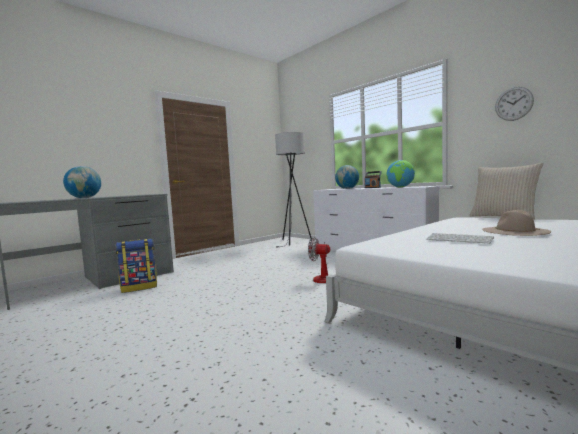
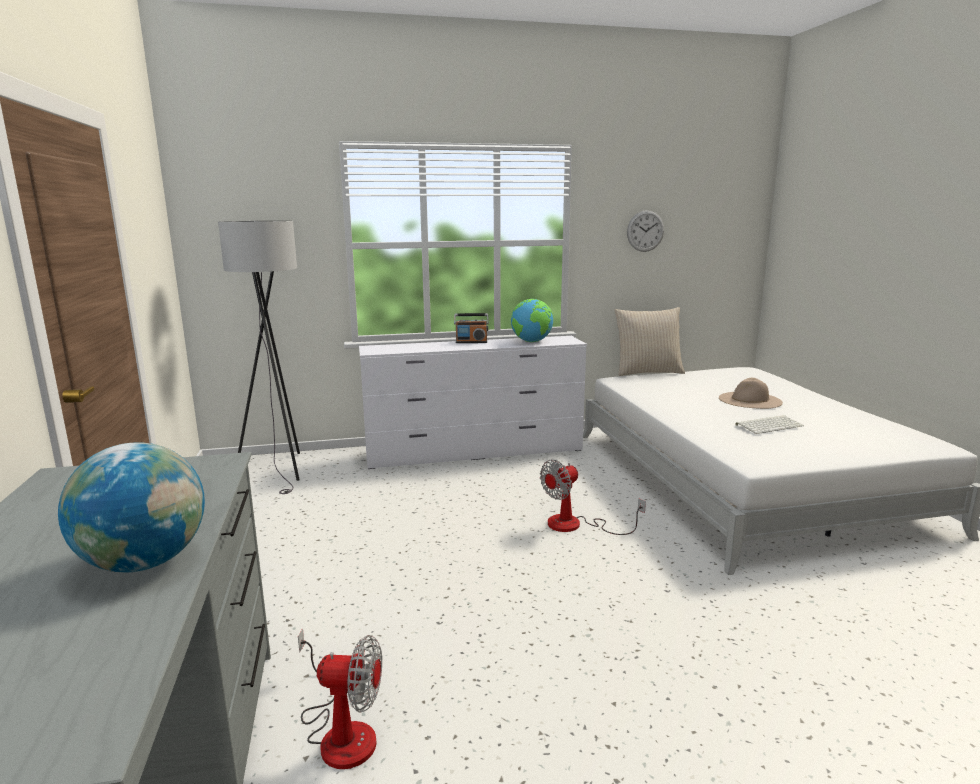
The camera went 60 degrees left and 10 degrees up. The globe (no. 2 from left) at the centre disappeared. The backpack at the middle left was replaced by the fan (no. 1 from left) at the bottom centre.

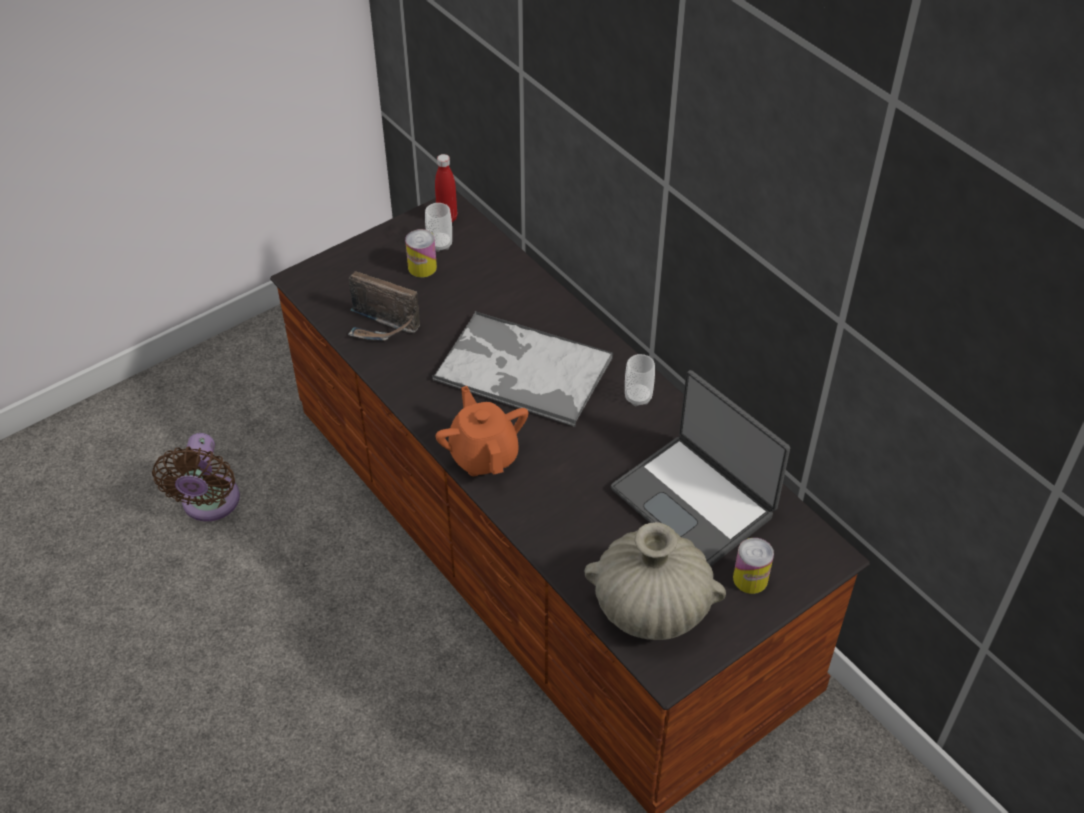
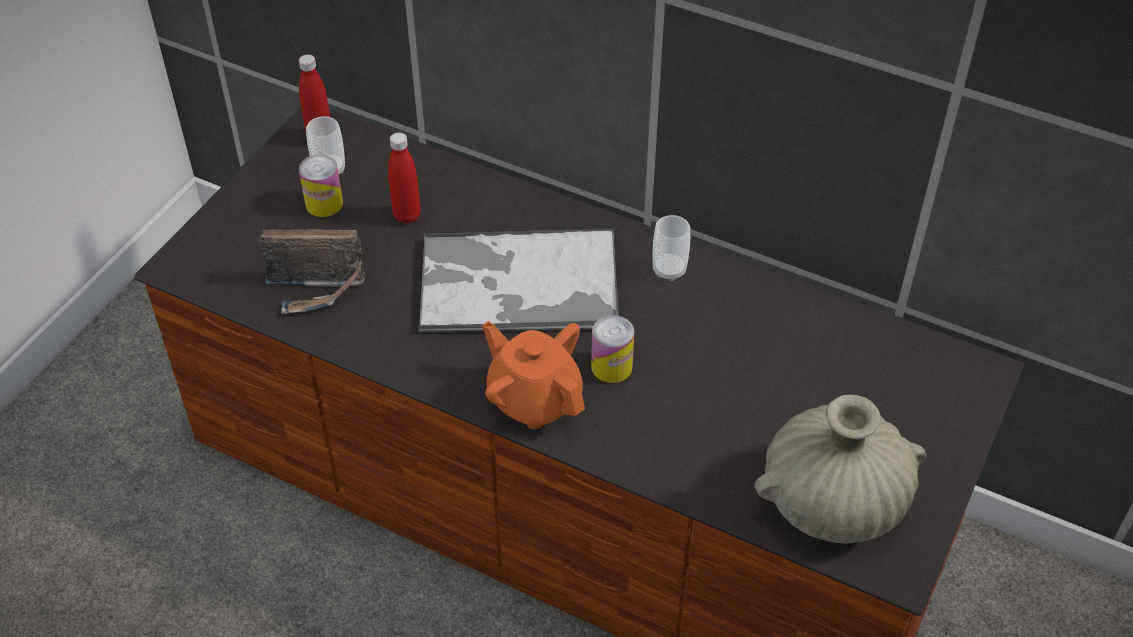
The camera went 25 degrees left and 0 degrees up. The laptop at the centre disappeared. The brown fan at the middle left disappeared. The can (no. 2 from left) moved from the bottom right to the centre. The red bottle (no. 2 from left) at the top centre appeared.

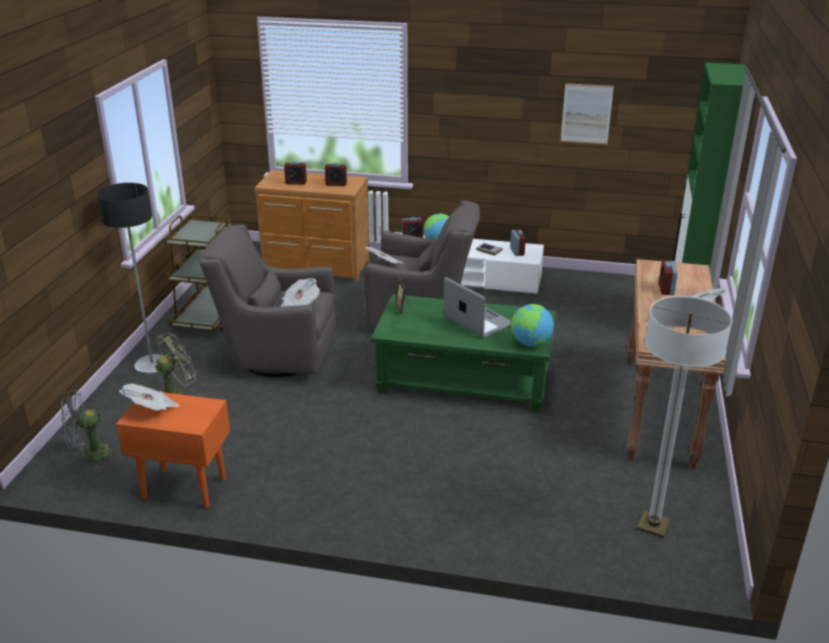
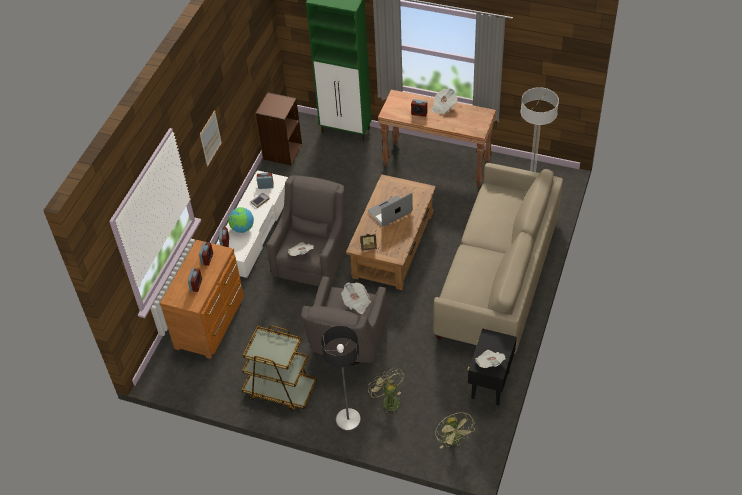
The camera went 80 degrees left and 20 degrees up. The picture moved from the top right to the top left. The green coffee table at the centre became the brown coffee table at the centre. The globe (no. 2 from left) at the centre disappeared. The grey fan at the middle left became the green fan (no. 2 from left) at the bottom centre. The orange side table at the bottom left became the black side table at the bottom centre. The brown bookcase at the top centre appeared. The beige sofa at the middle right appeared.

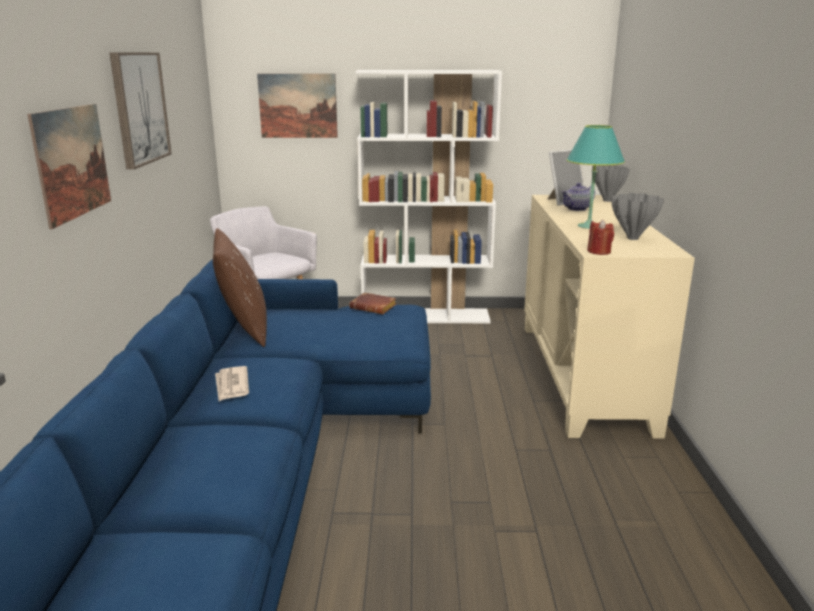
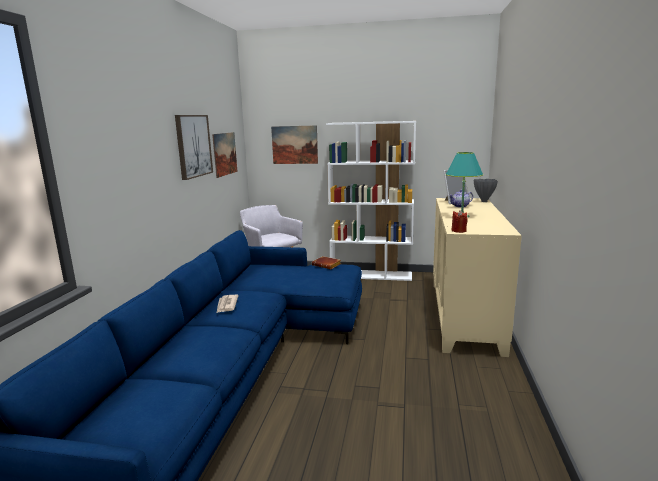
The camera went 10 degrees right and 5 degrees down. The picture (no. 1 from left in the first image) moved from the top left to the top centre. The grey vase (no. 2 from left) at the middle right disappeared. The brown pillow at the middle left disappeared.

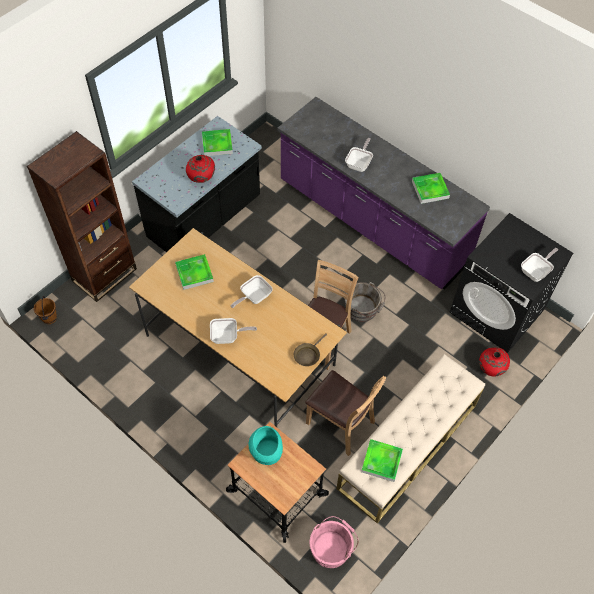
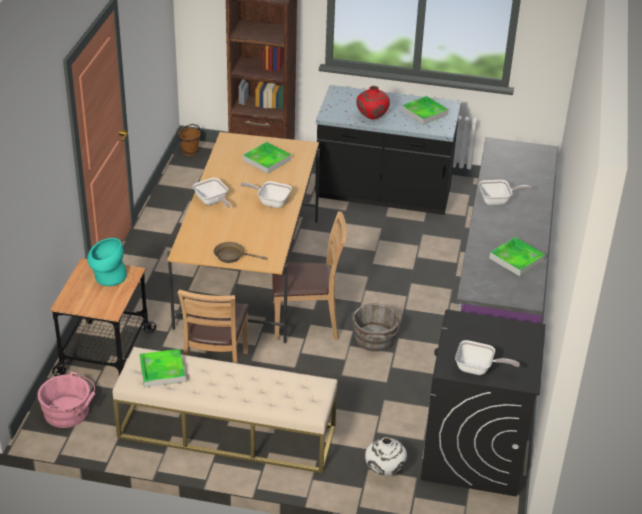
The camera went 60 degrees right and 20 degrees down. The red vase (no. 2 from left) at the middle right became the white vase at the bottom centre.

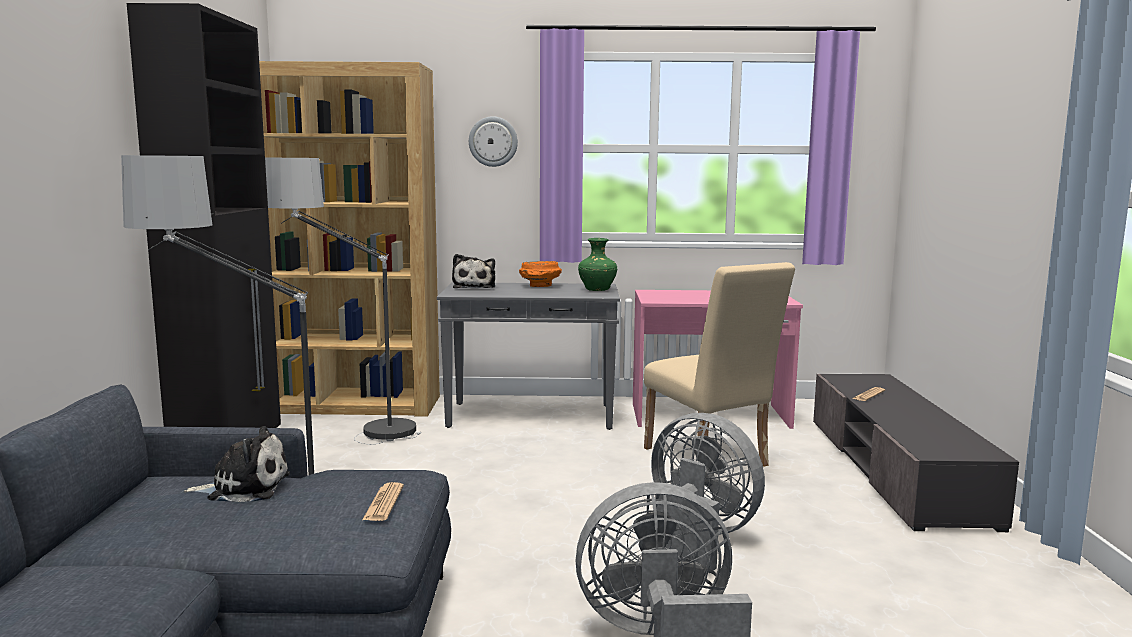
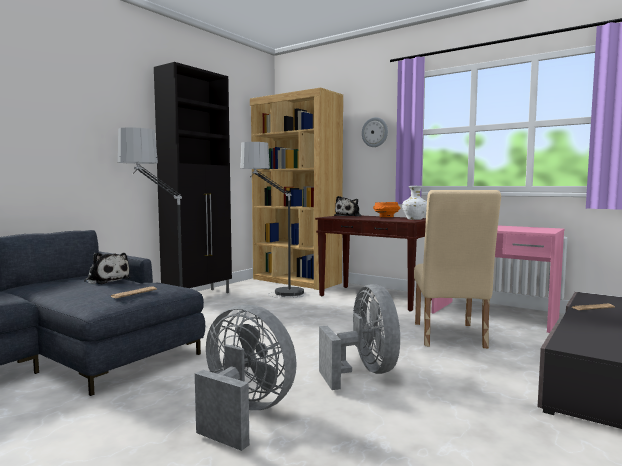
The camera went 35 degrees right and 5 degrees down. The green vase at the centre became the white vase at the centre. The grey console table at the centre became the brown console table at the centre.

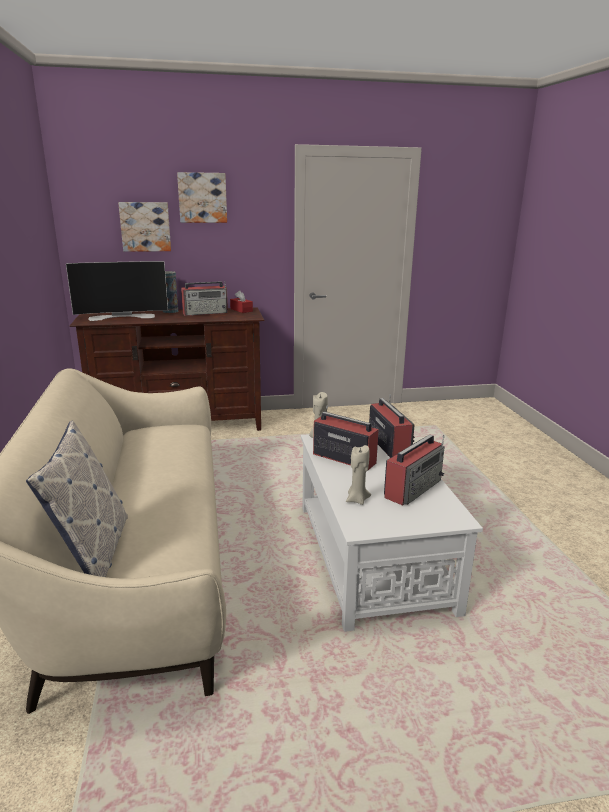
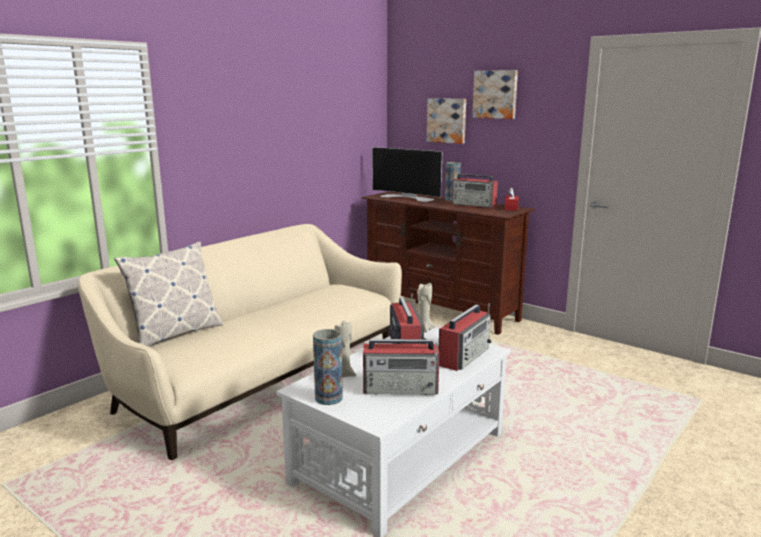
The camera went 50 degrees right and 5 degrees down. The vase (no. 1 from left) at the bottom centre appeared.

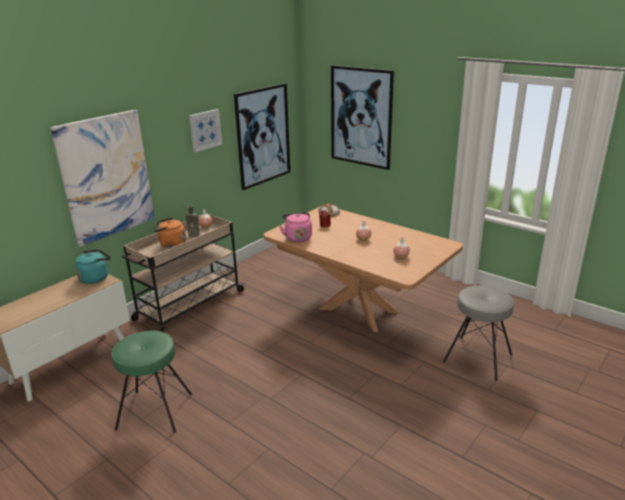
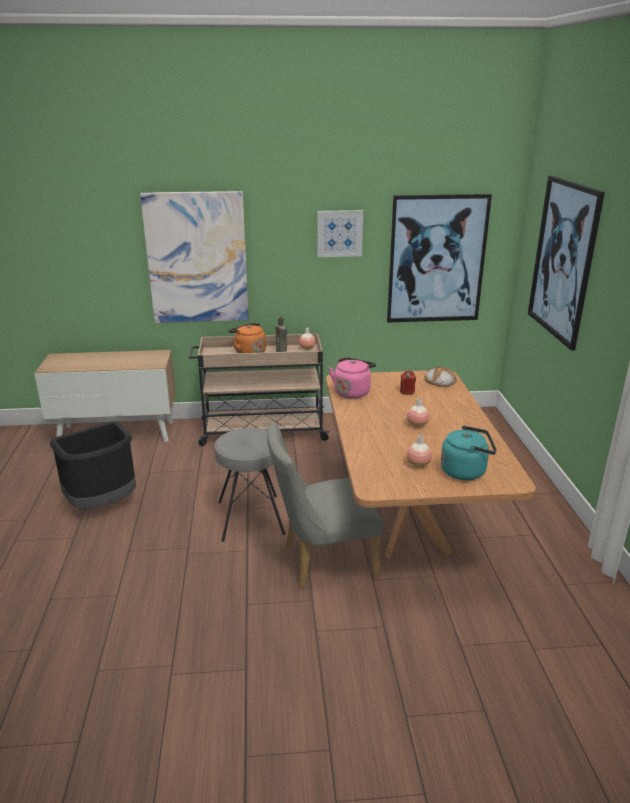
The camera went 45 degrees right and 0 degrees up. The turquoise kettle moved from the middle left to the middle right. The grey stool moved from the middle right to the centre. The green stool at the bottom left was replaced by the black trash can at the middle left. The grey chair at the centre appeared.

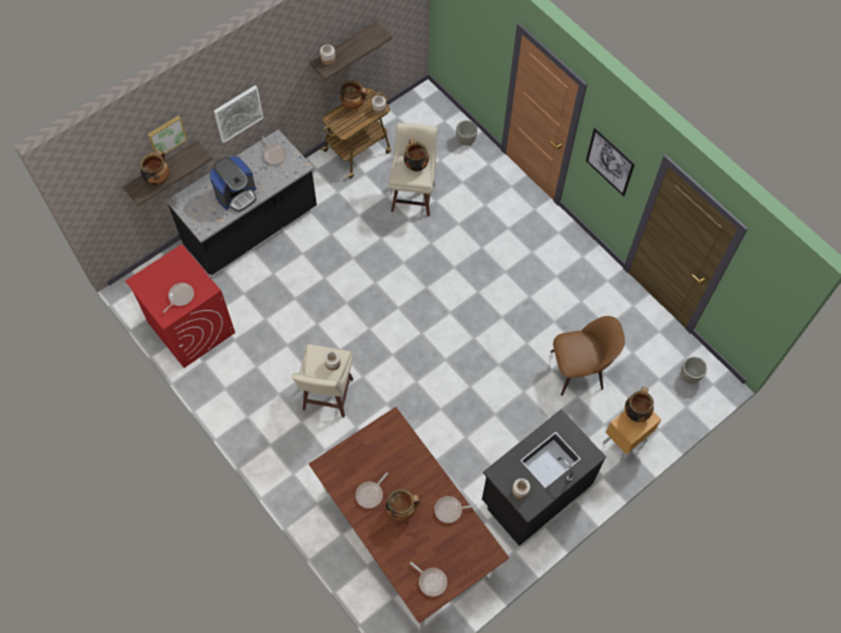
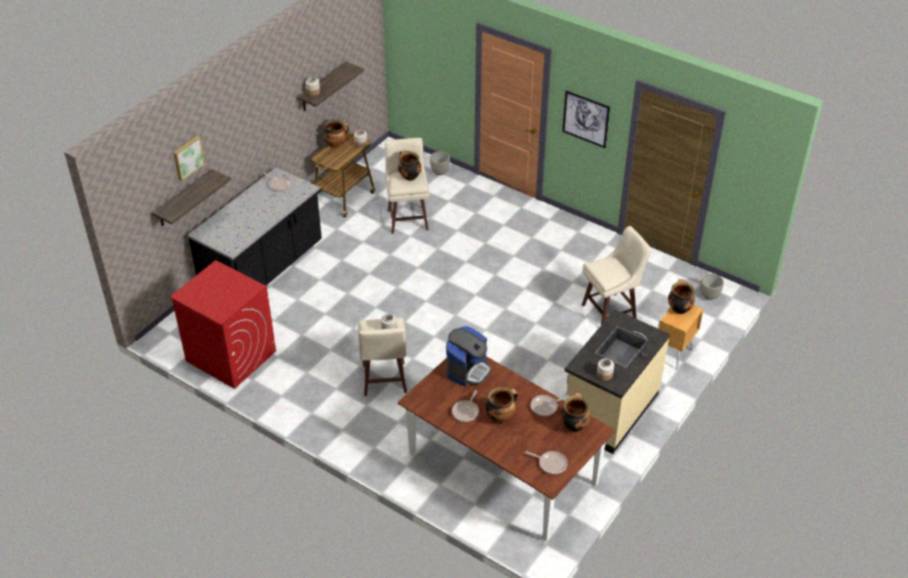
The camera went 15 degrees left and 20 degrees down. The picture (no. 2 from left) at the top left disappeared. The cooking pot (no. 1 from left in the first image) moved from the top left to the bottom centre. The coffee machine moved from the top left to the centre. The frying pan (no. 1 from left) at the middle left disappeared. The brown chair at the middle right was replaced by the beige stool (no. 3 from left) at the middle right. The black counter (no. 2 from left) at the bottom centre became the beige counter at the middle right.

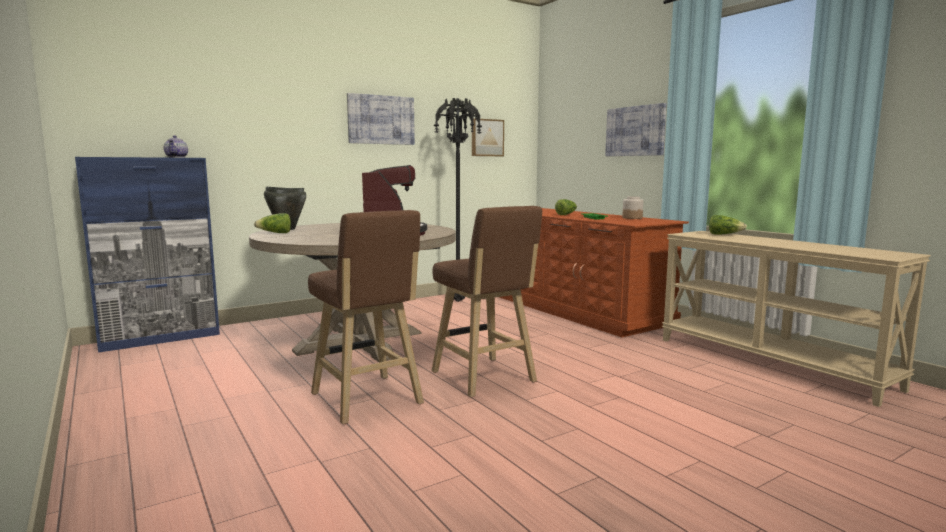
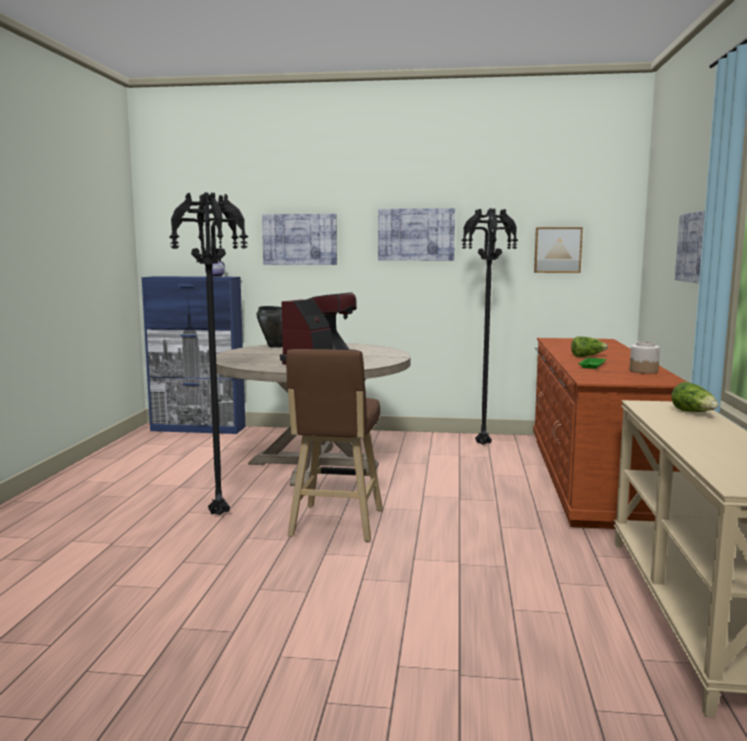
The camera went 40 degrees right and 0 degrees up. The brown stool (no. 1 from left) at the centre was replaced by the black floor lamp (no. 1 from left) at the middle left. The lettuce (no. 1 from left) at the middle left disappeared. The picture (no. 1 from left) at the top centre appeared.

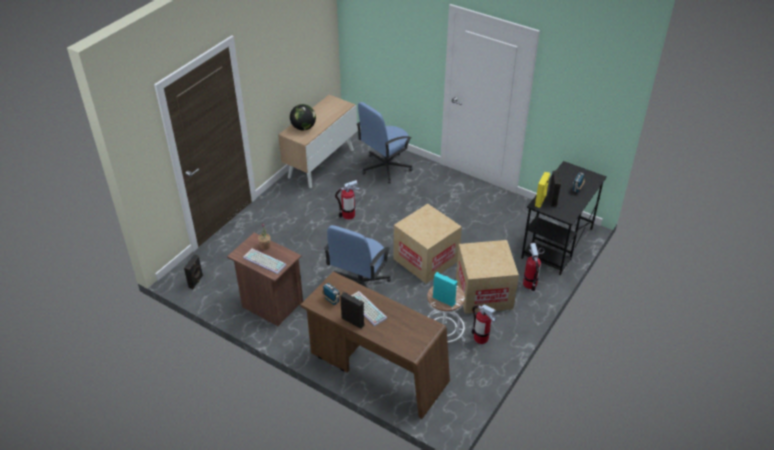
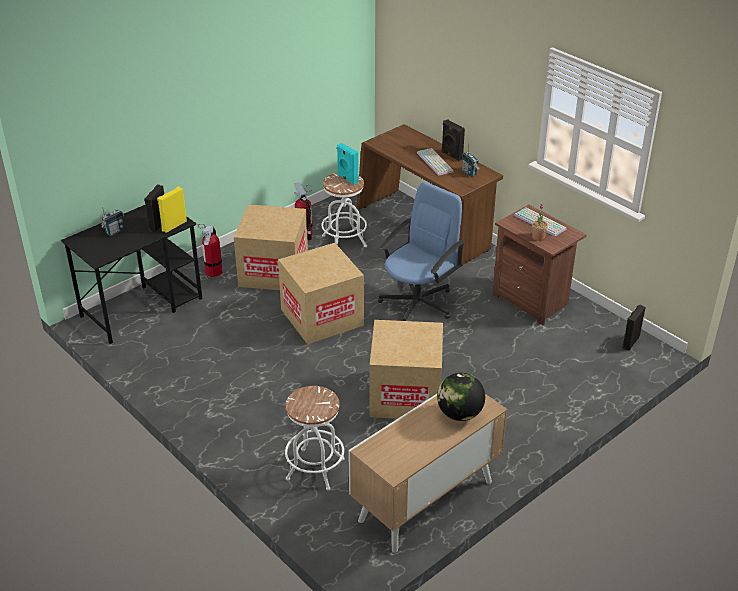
The camera went 165 degrees left and 5 degrees down. The blue office chair (no. 2 from left) at the top centre was replaced by the white stool (no. 1 from left) at the bottom centre. The fire extinguisher (no. 1 from left) at the centre was replaced by the cardboard box (no. 3 from left) at the centre.

